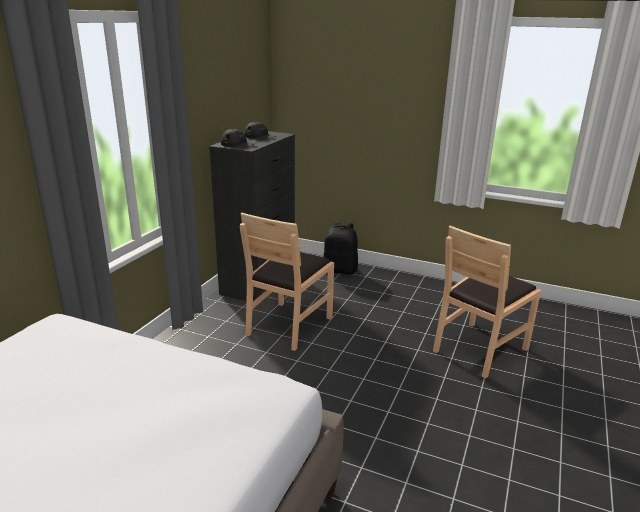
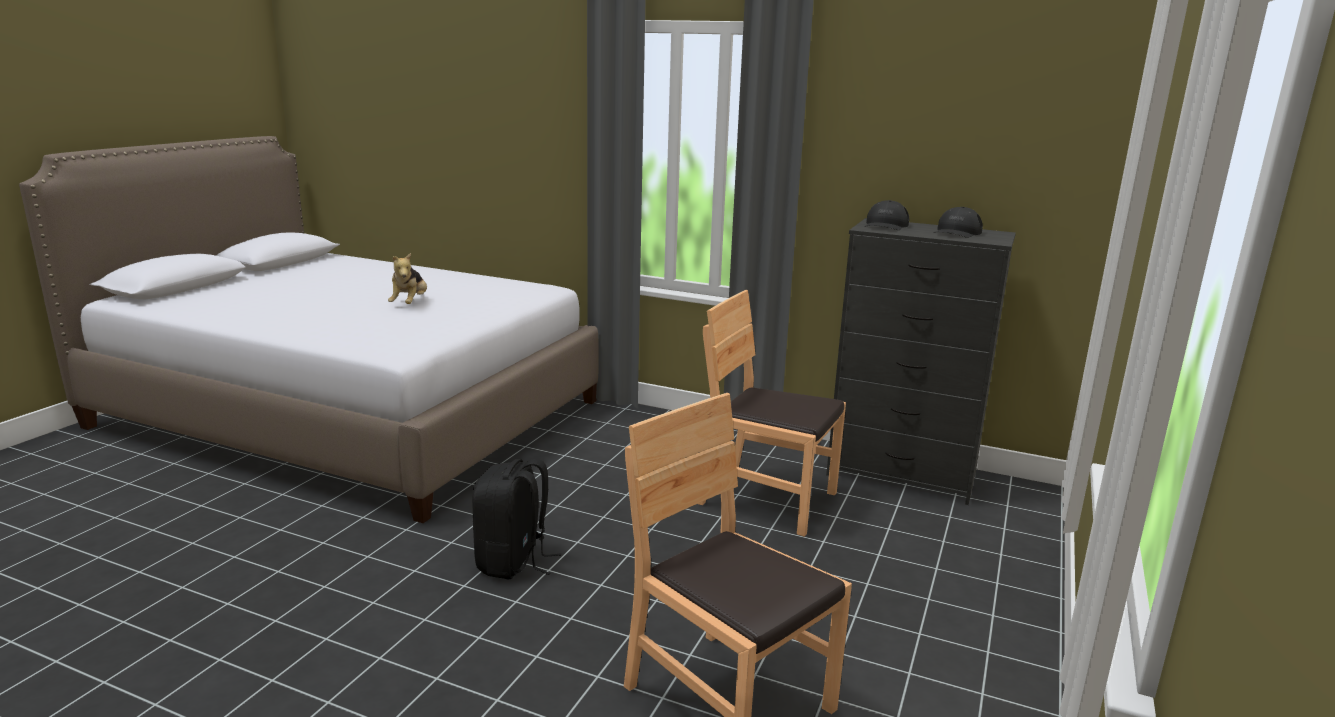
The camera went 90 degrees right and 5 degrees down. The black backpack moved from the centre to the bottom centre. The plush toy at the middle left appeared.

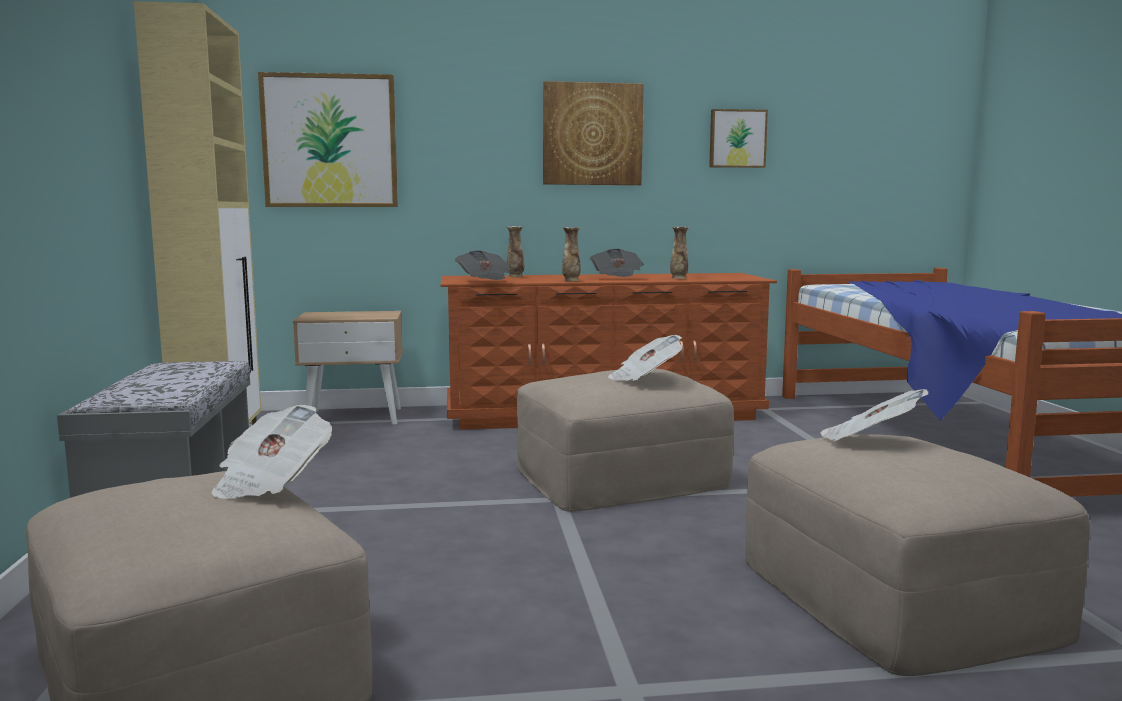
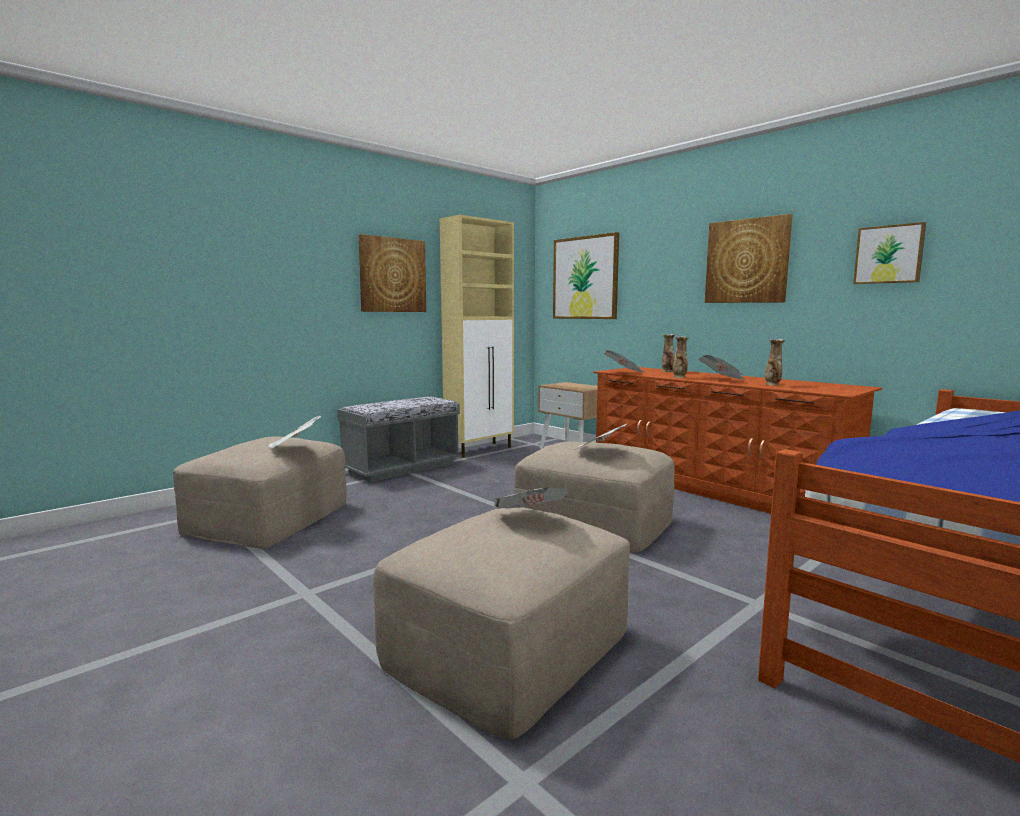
The camera went 55 degrees right and 0 degrees up. The picture (no. 1 from left) at the centre appeared.

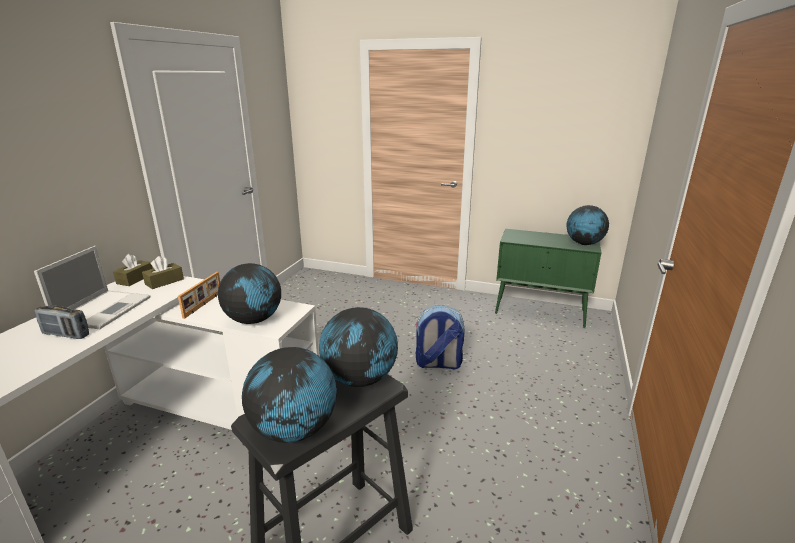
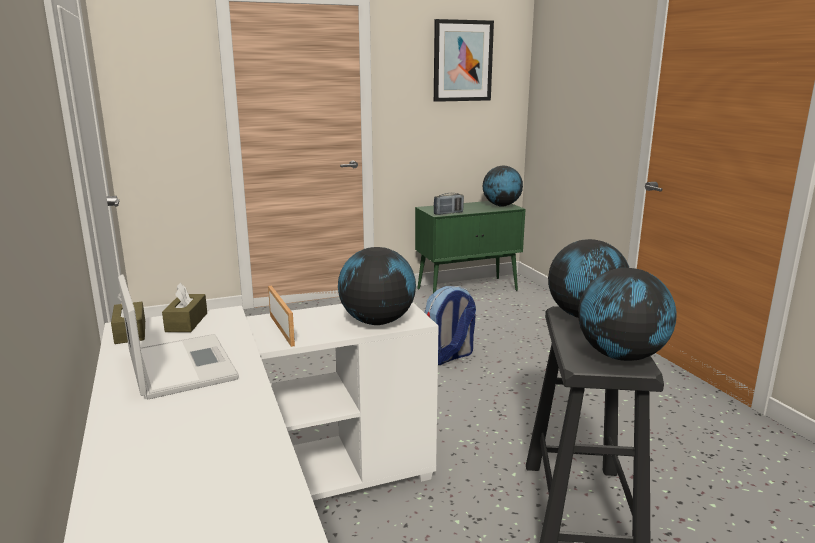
The camera went 40 degrees left and 5 degrees down. The radio moved from the middle left to the centre. The picture at the top centre appeared.

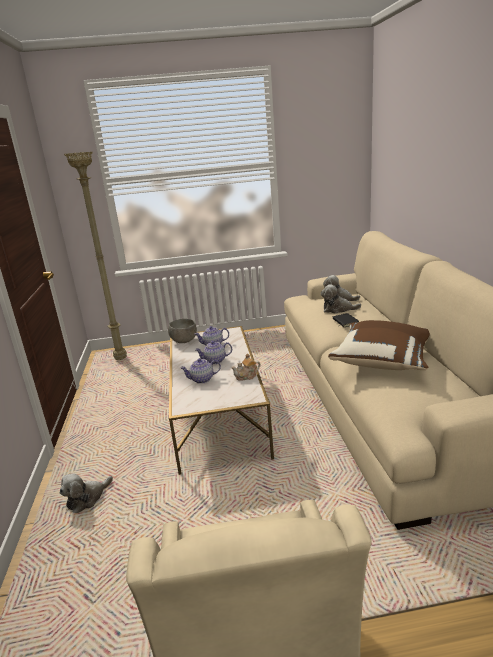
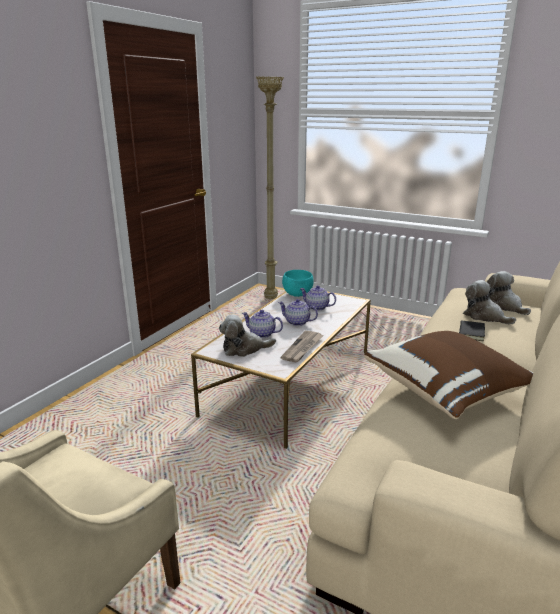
The camera went 35 degrees right and 0 degrees up. The grey bowl at the centre became the turquoise bowl at the centre. The teapot (no. 4 from left) at the centre was replaced by the newspaper at the centre. The plush toy (no. 1 from left) moved from the bottom left to the centre.

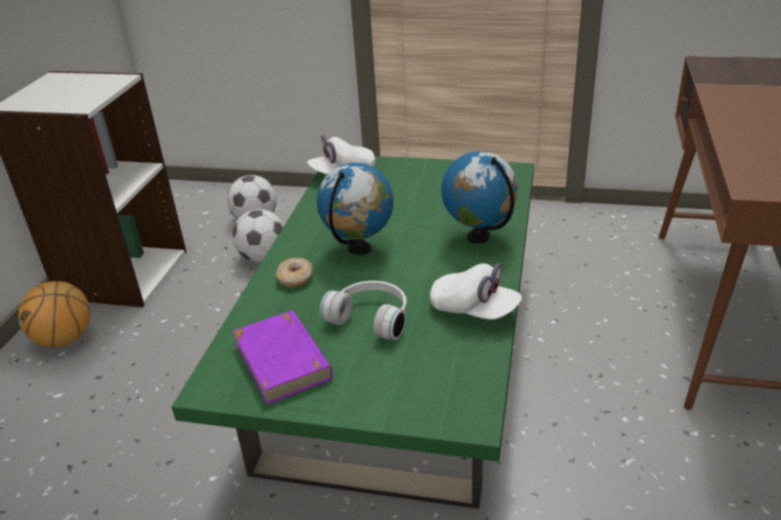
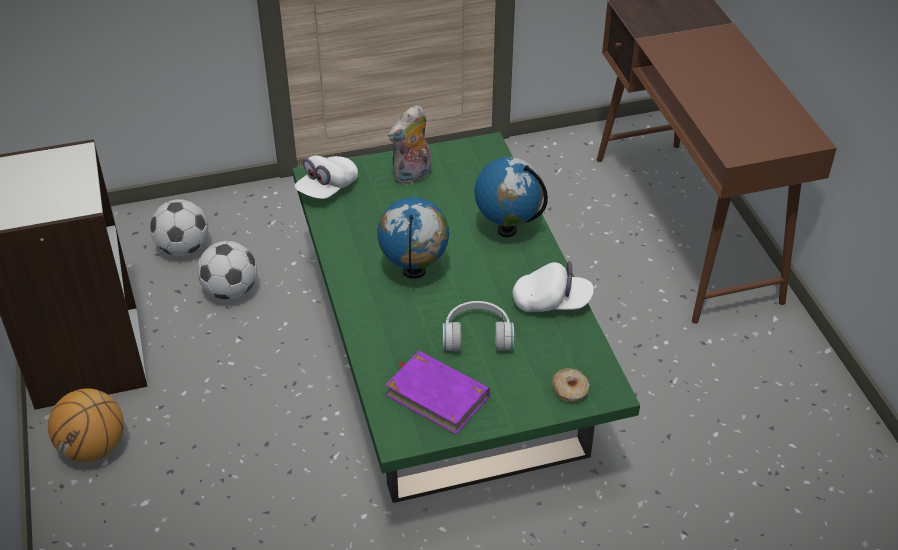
The camera went 30 degrees left and 10 degrees up. The donut moved from the centre to the bottom centre. The plush toy at the top centre appeared.

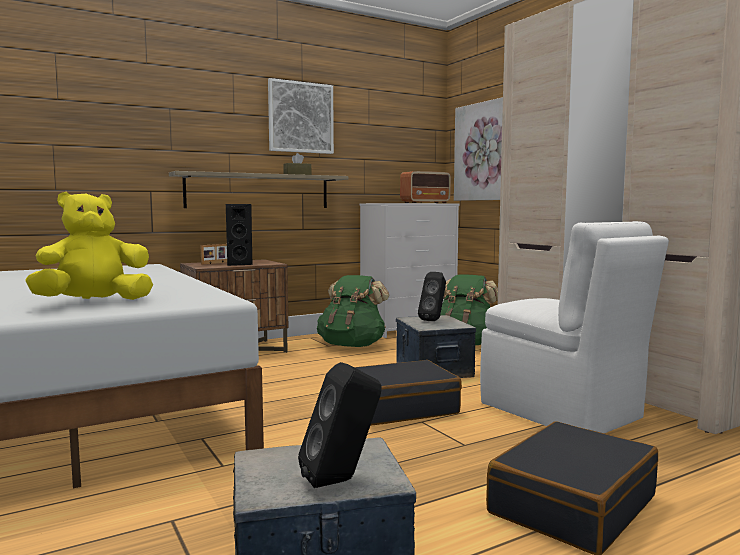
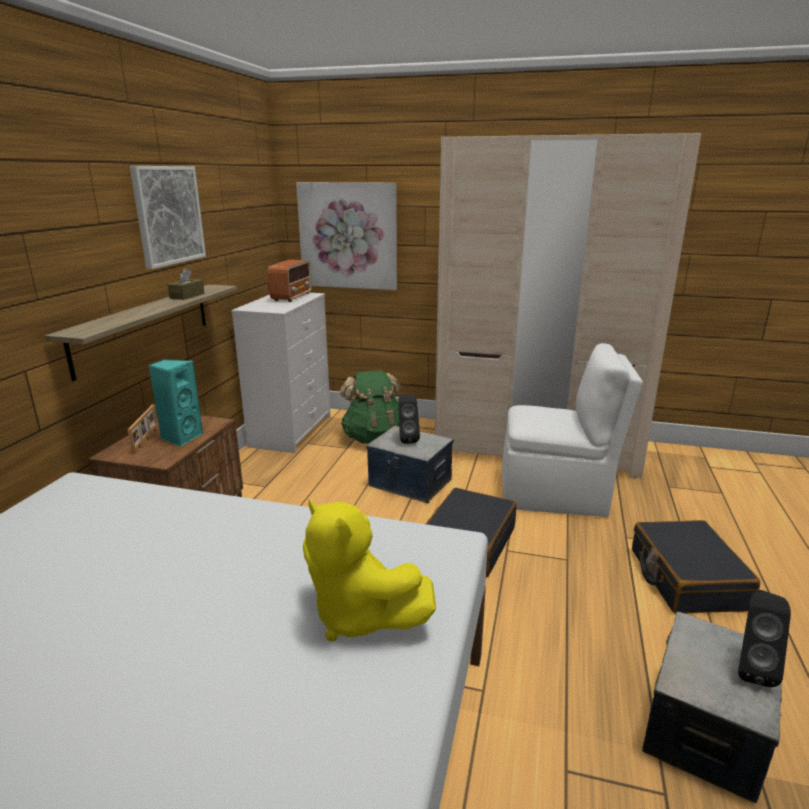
The camera went 45 degrees left and 15 degrees up. The yellow plush toy at the middle left turned 60 degrees counterclockwise. The black speaker (no. 1 from left) at the middle left became the turquoise speaker at the middle left. The green backpack (no. 1 from left) at the centre disappeared.

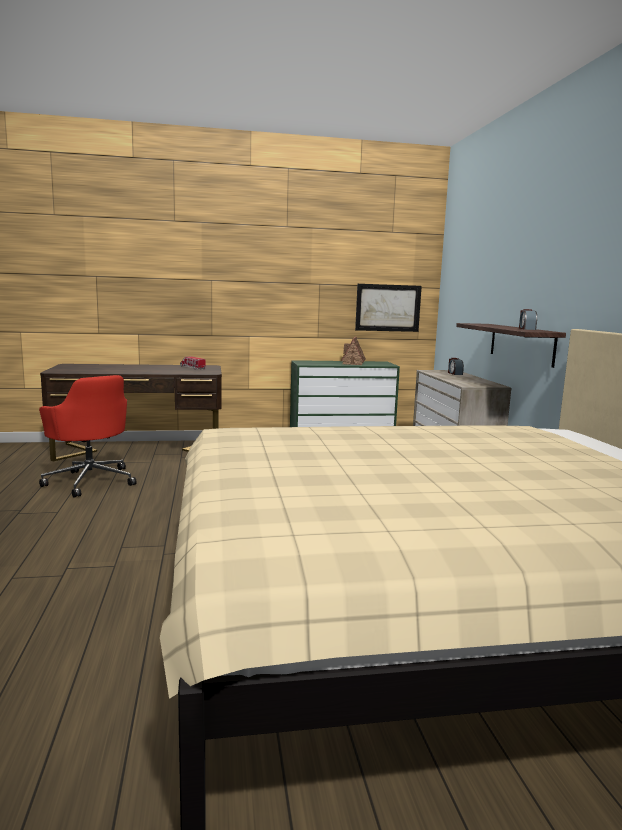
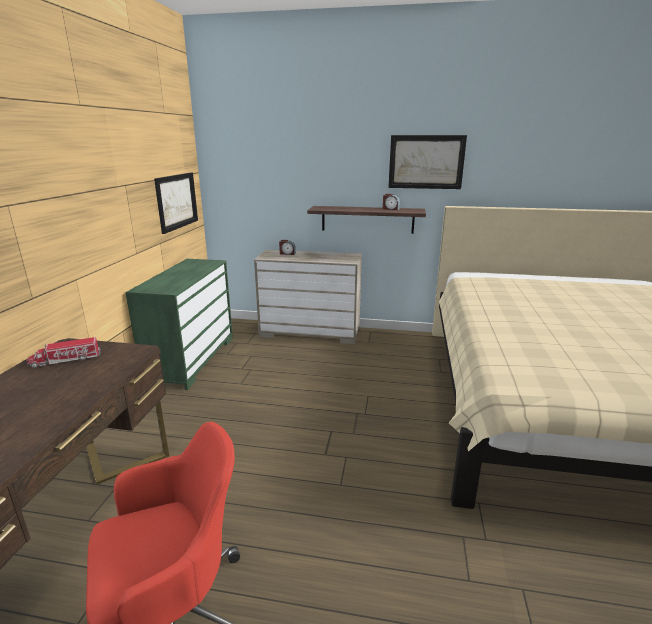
The camera went 70 degrees left and 10 degrees up. The toy house at the centre disappeared. The picture (no. 2 from left) at the top centre appeared.

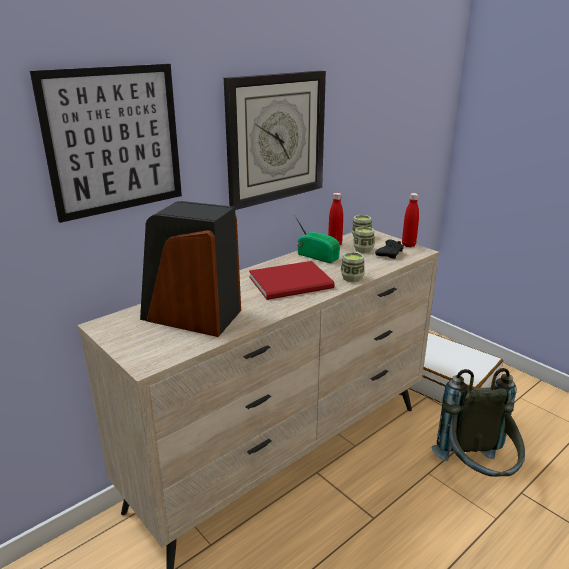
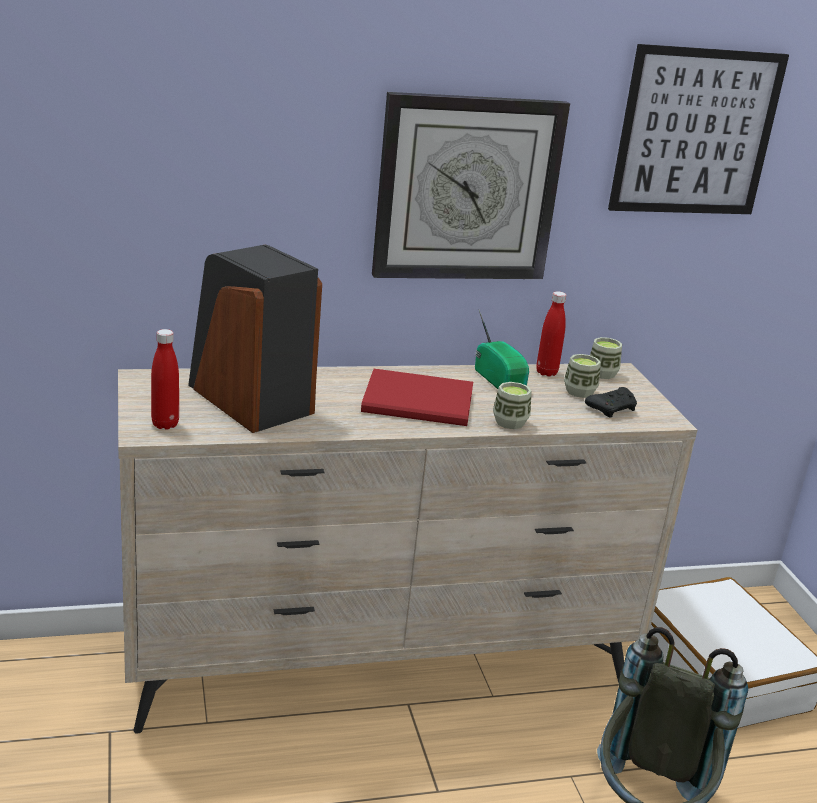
The camera went 25 degrees right and 0 degrees up. The picture moved from the top left to the top right. The red bottle (no. 2 from left in the first image) moved from the middle right to the middle left.

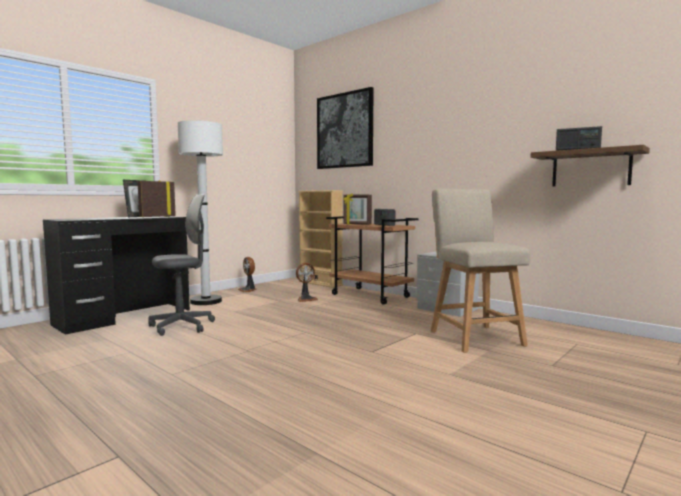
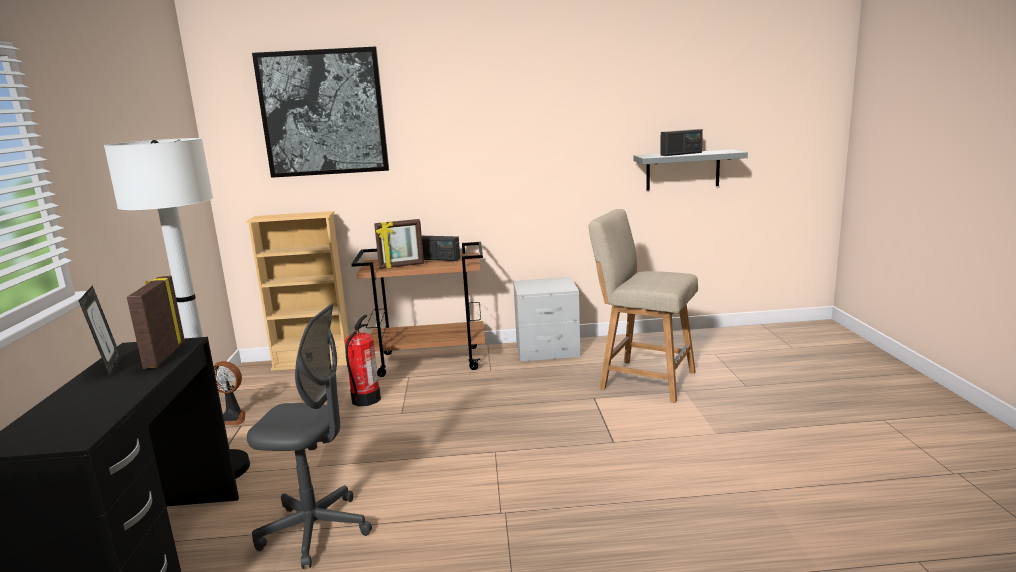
The camera went 45 degrees left and 10 degrees up. The brown shelf at the top right became the grey shelf at the top right. The grey office chair at the middle left turned 90 degrees clockwise. The fan (no. 2 from left) at the centre was replaced by the fire extinguisher at the centre.

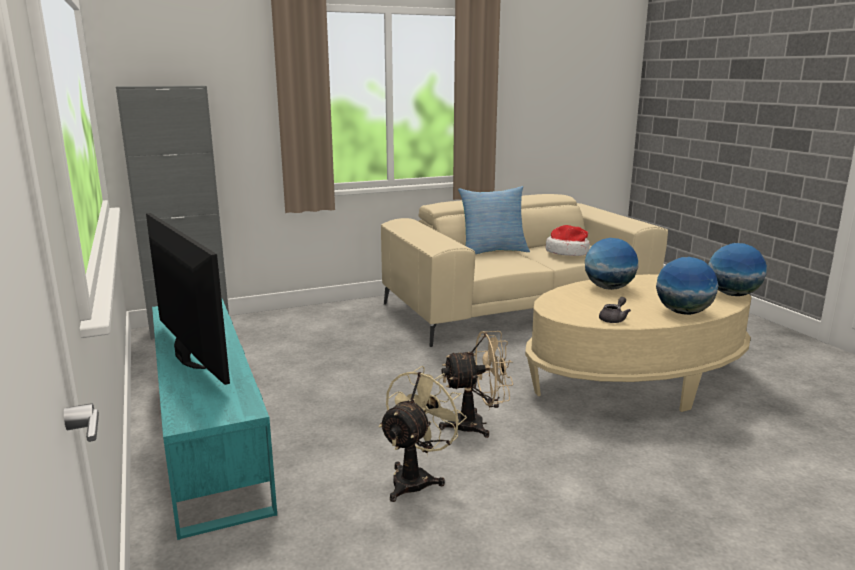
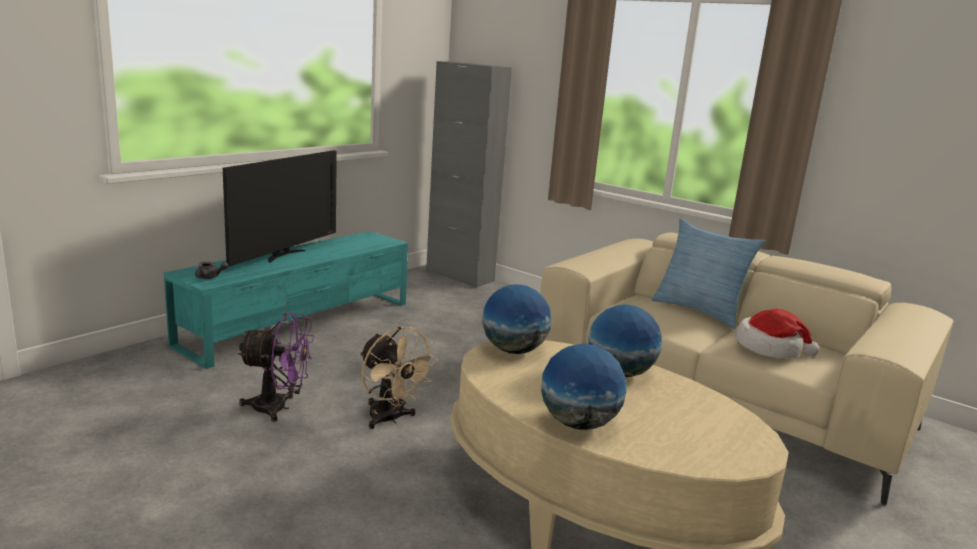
The camera went 60 degrees right and 0 degrees up. The globe (no. 3 from left in the first image) moved from the middle right to the centre. The grey teapot moved from the middle right to the middle left. The beige fan (no. 1 from left) at the bottom centre became the purple fan at the bottom left.

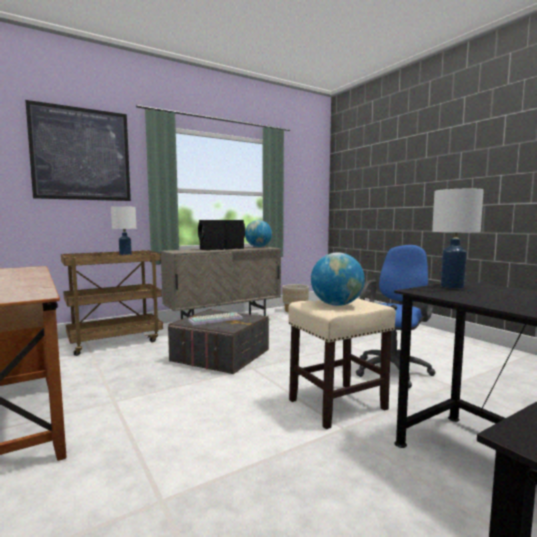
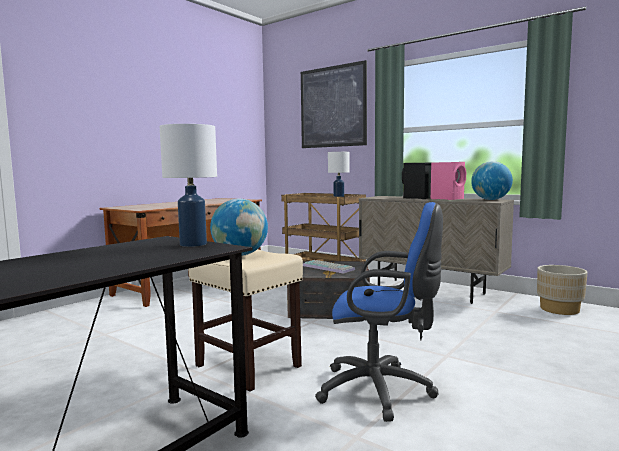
The camera went 70 degrees right and 0 degrees up. The black speaker (no. 2 from left) at the centre became the pink speaker at the middle right.

